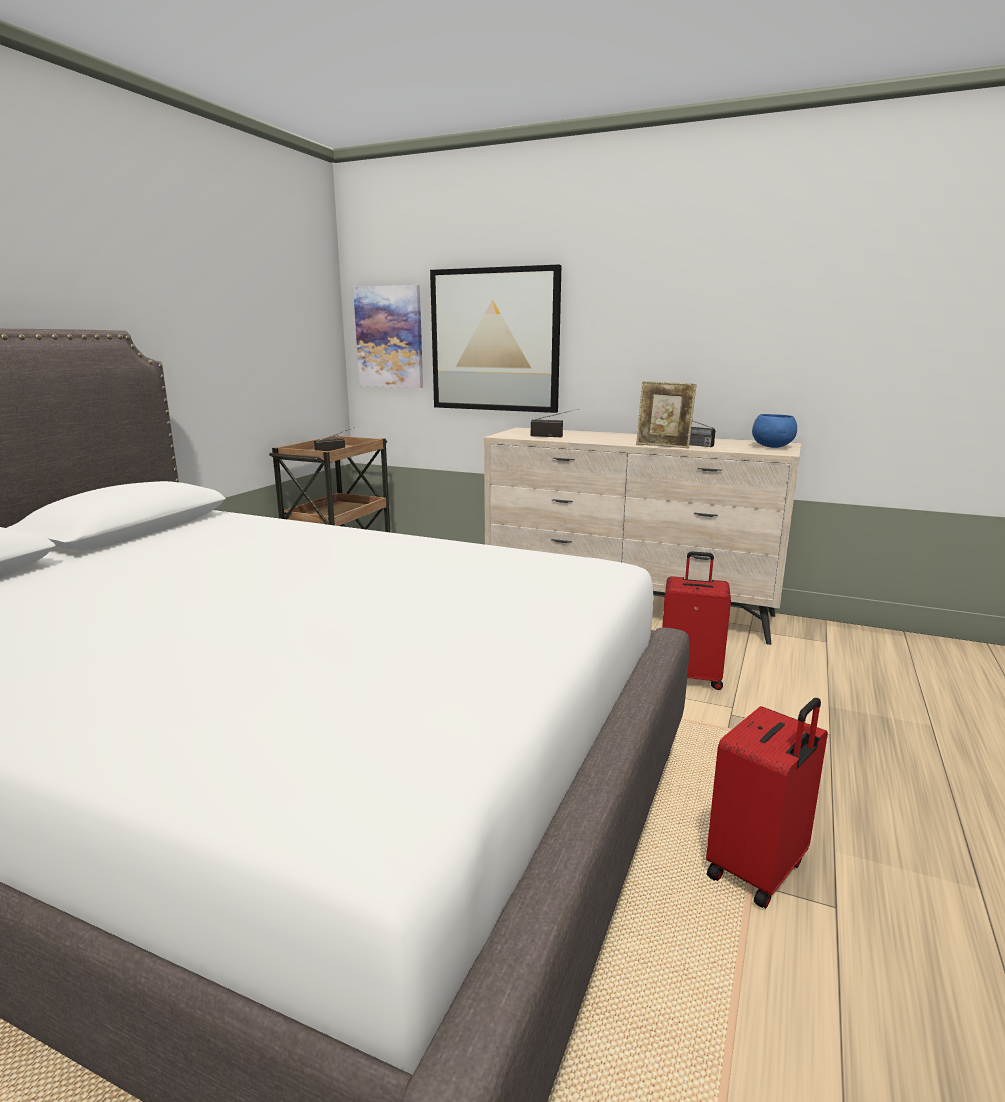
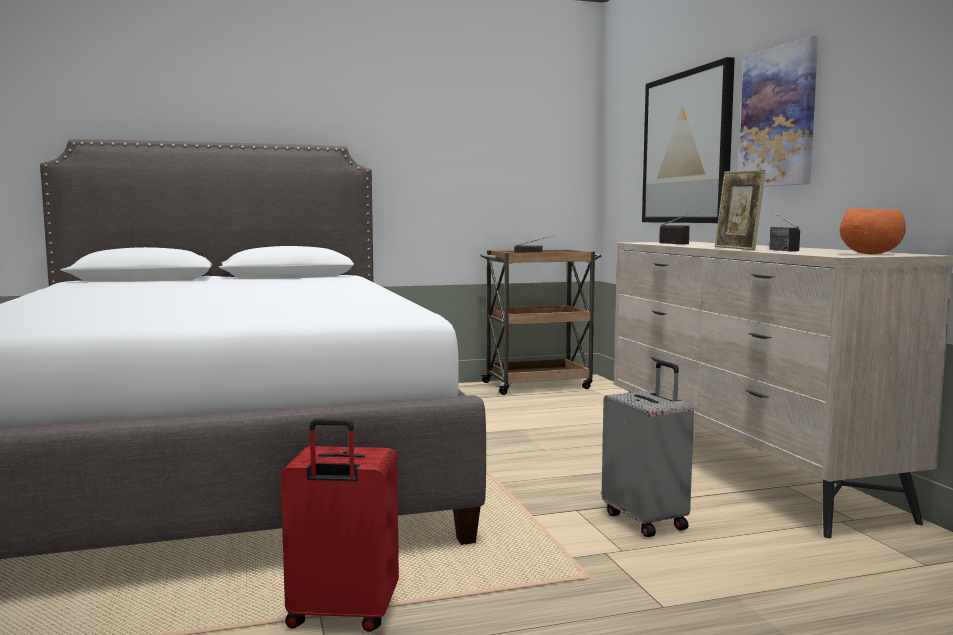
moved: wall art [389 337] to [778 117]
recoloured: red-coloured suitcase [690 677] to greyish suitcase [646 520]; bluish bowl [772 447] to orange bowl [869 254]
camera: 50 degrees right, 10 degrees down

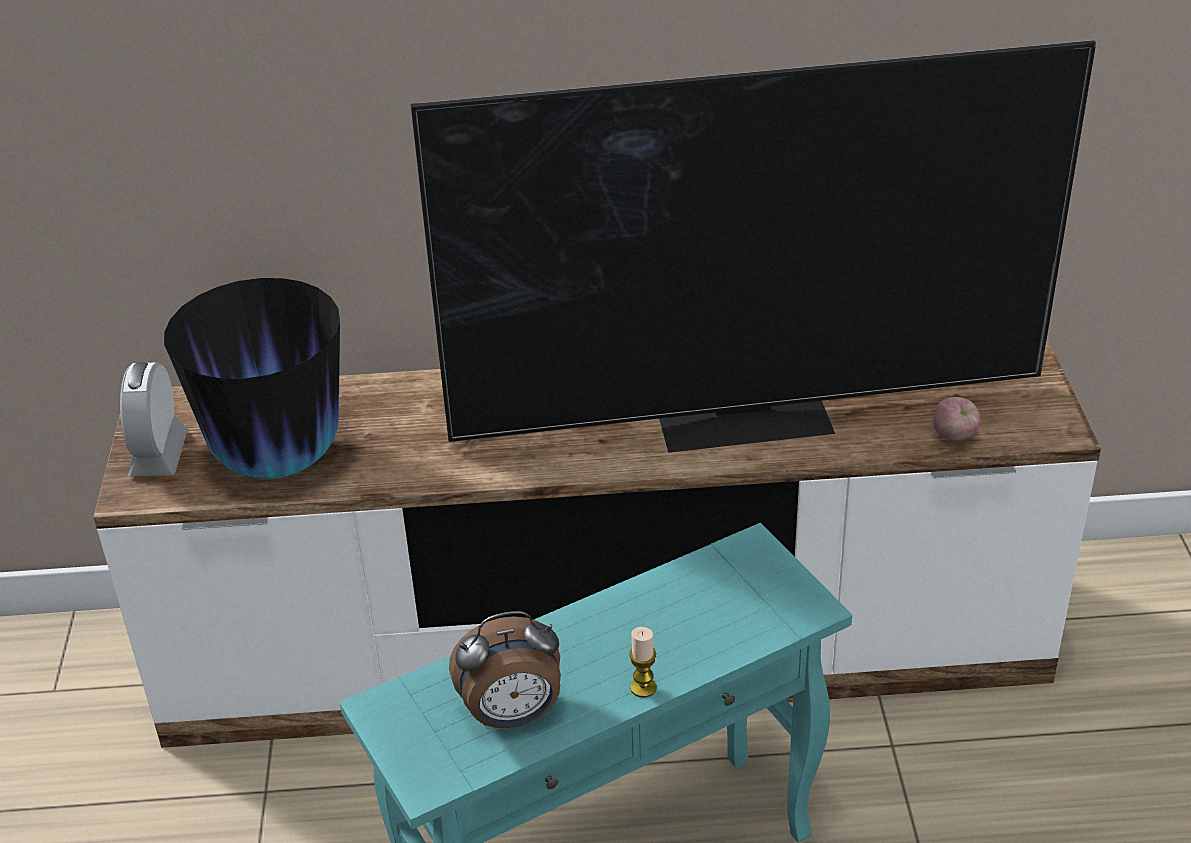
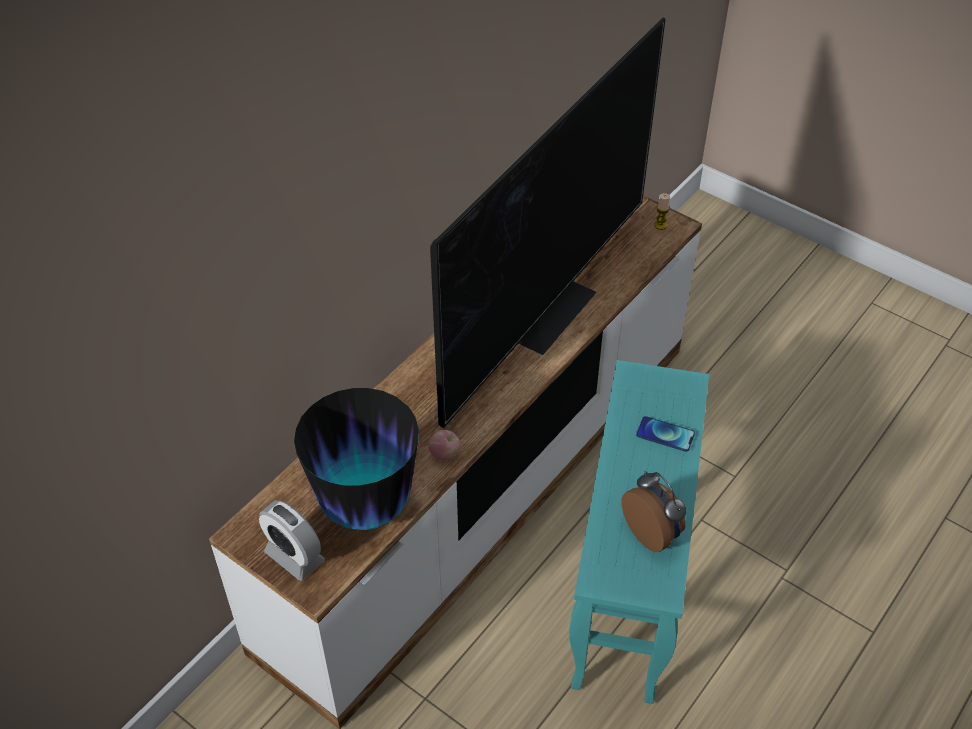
added: handset [665 435]
moved: wax candle [643 687] to [660 225]; whole apple [954 436] to [445 454]
turned: bedside clock [512 716] = [652 533] 60 degrees counterclockwise
camera: 50 degrees left, 10 degrees up

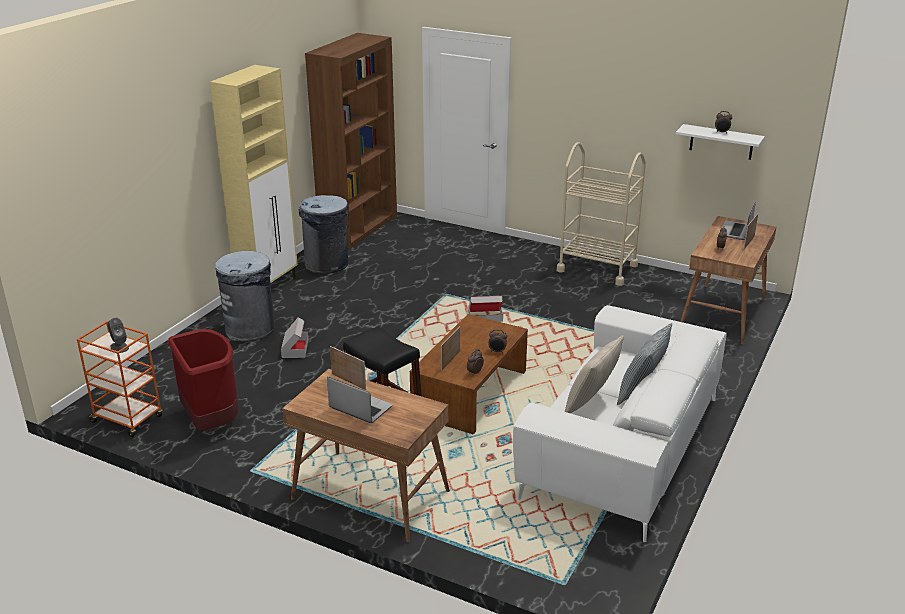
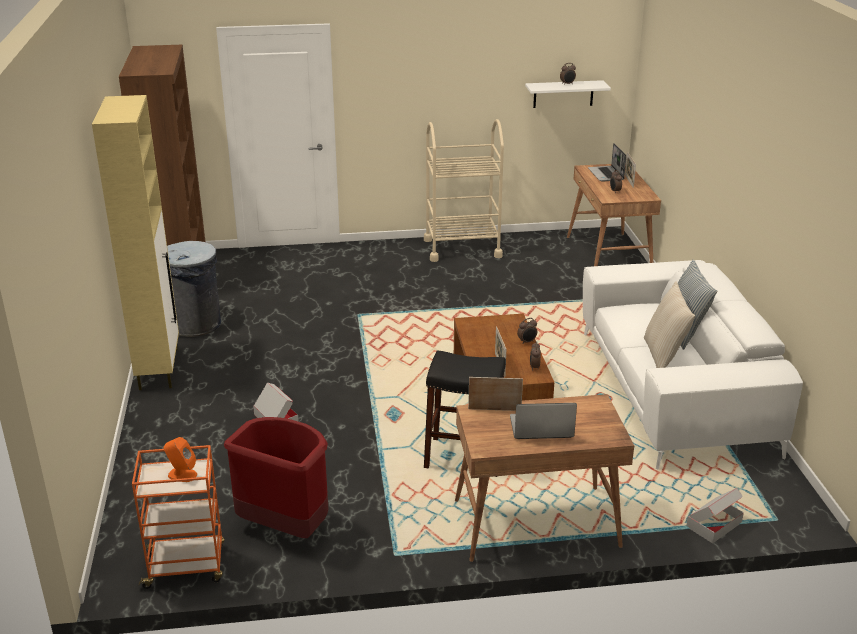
removed: greyish trash can [250 329]
moved: packing box [485 317] to [714 524]
recoloured: greyish speaker [119 347] to orange speaker [182 475]
camera: 35 degrees left, 0 degrees up

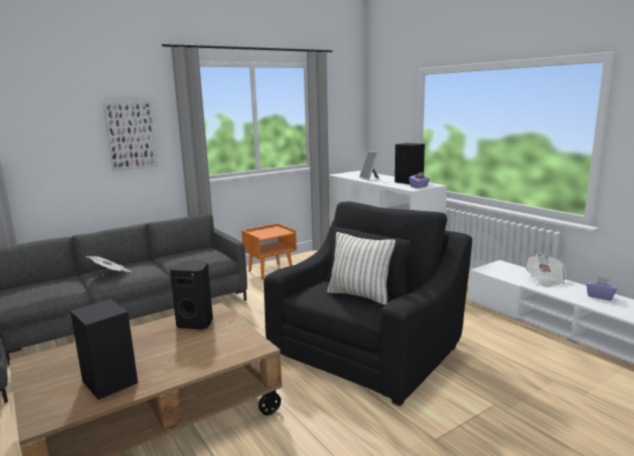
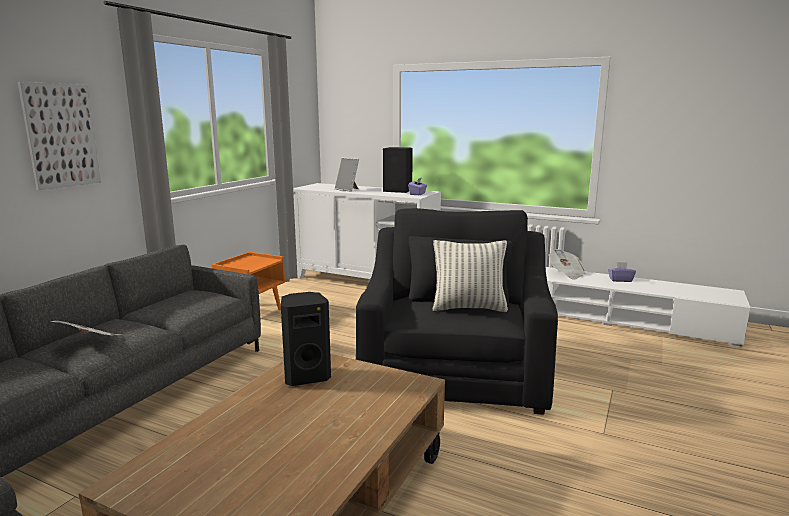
removed: black-coloured speaker [110 382]
camera: 30 degrees left, 0 degrees up

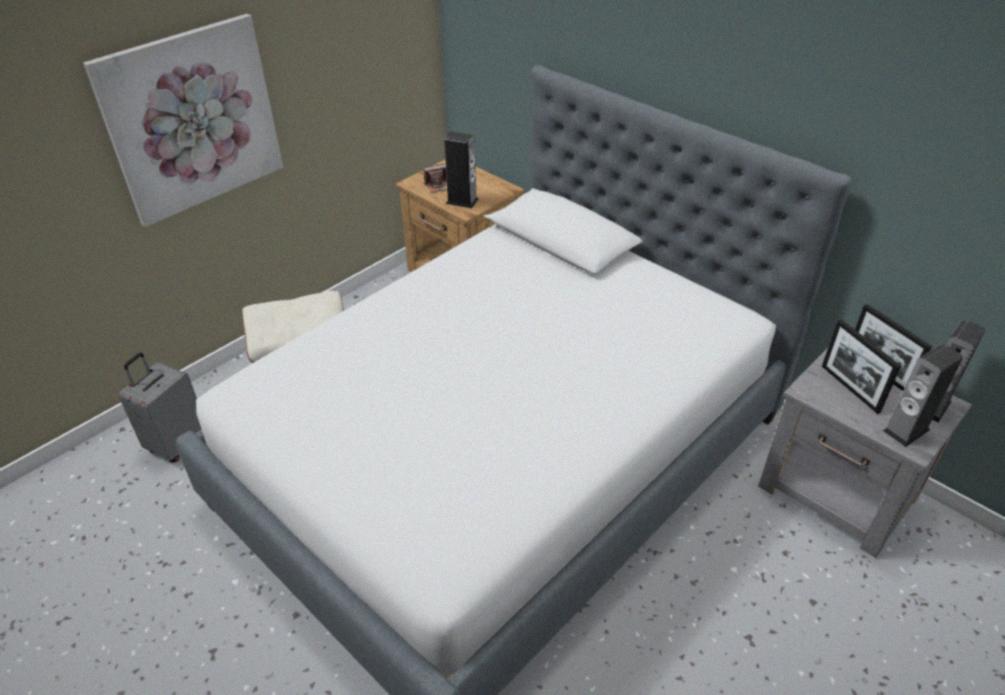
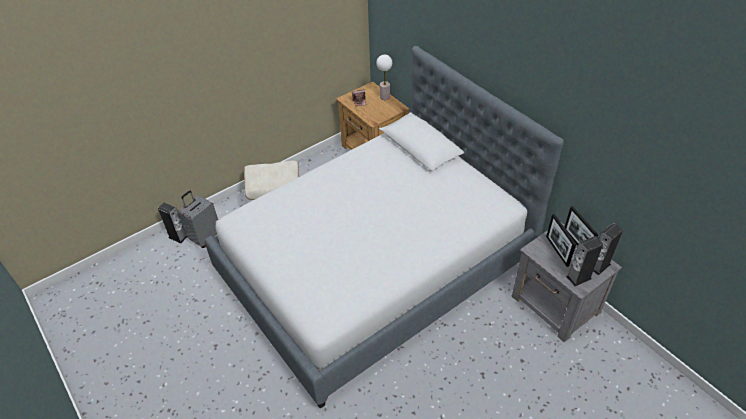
removed: wall art [193 120]
added: table lamp [385 97]
moved: speaker [462 201] to [178 236]
camera: 10 degrees right, 5 degrees up

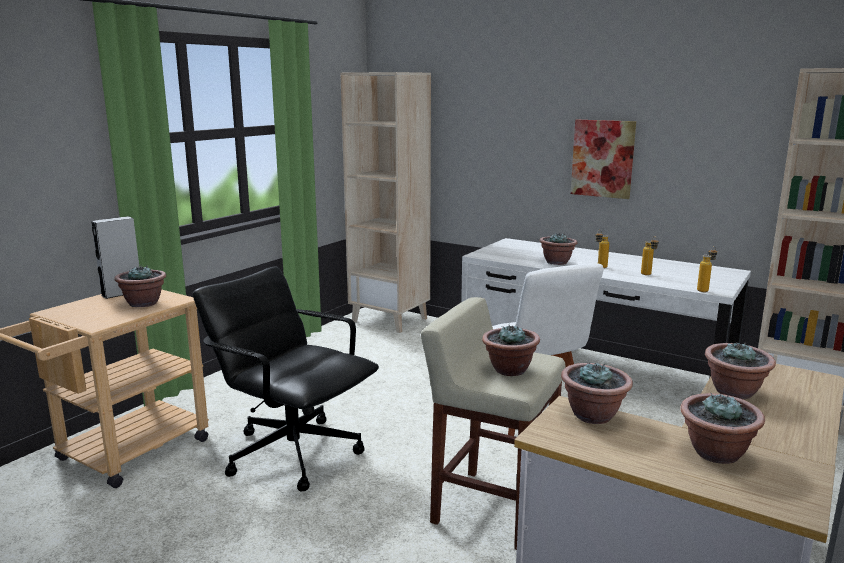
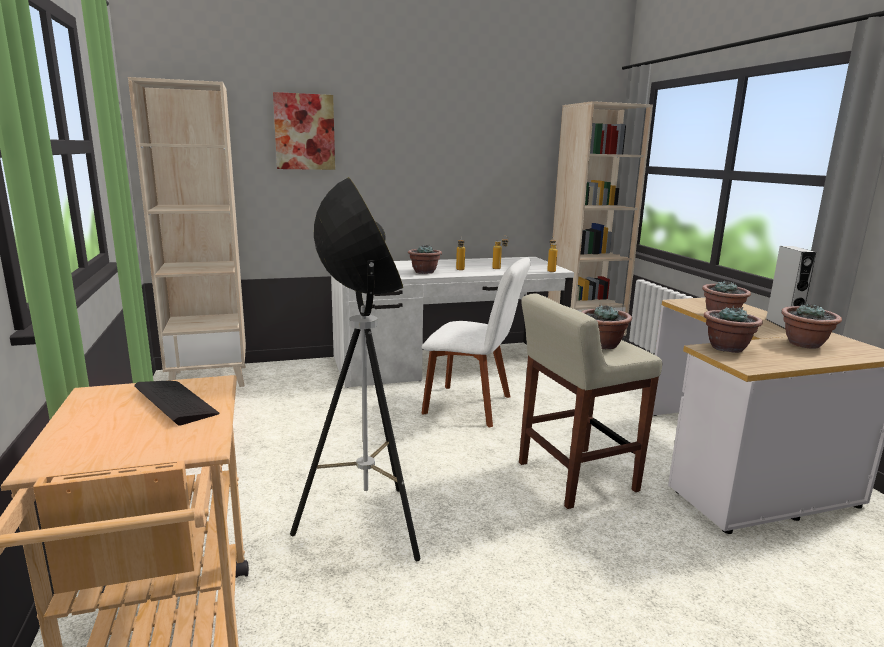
moved: greyish speaker [122 293] to [782 324]; wall art [602 158] to [304 132]
replaced: plant in a pot [143 303] to keyboard [176 402]; black-coloured desk chair [293 452] to standing lamp [365 527]
camera: 50 degrees left, 0 degrees up

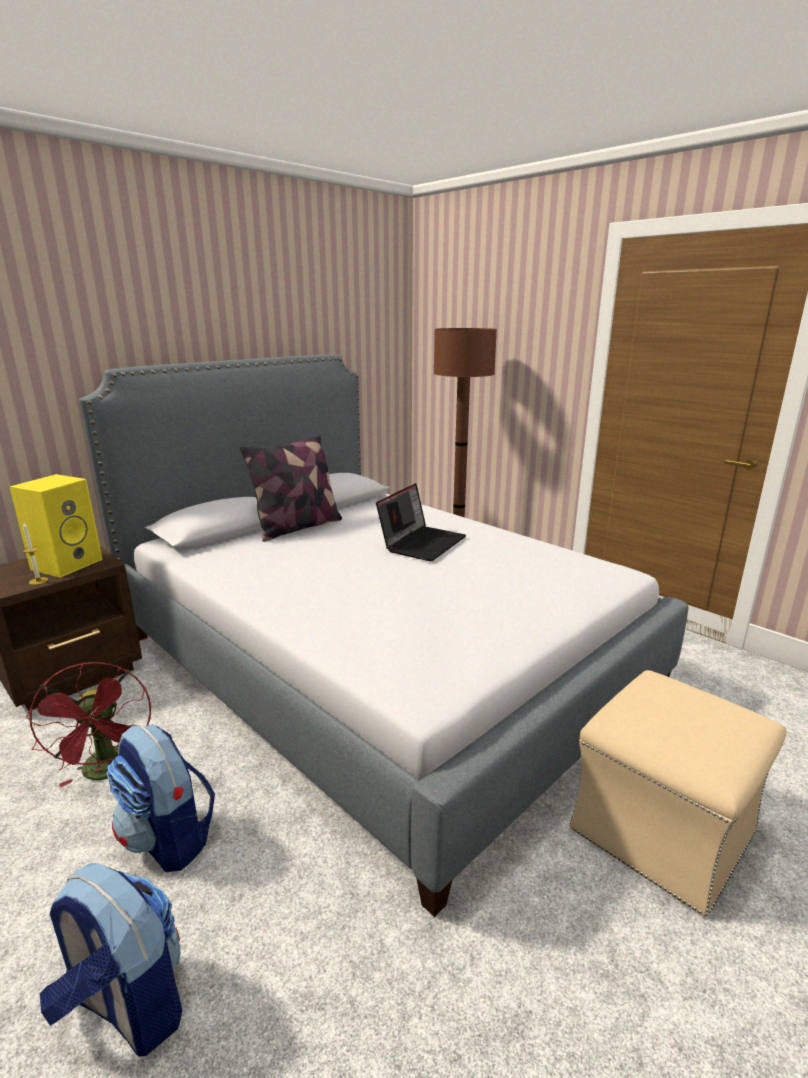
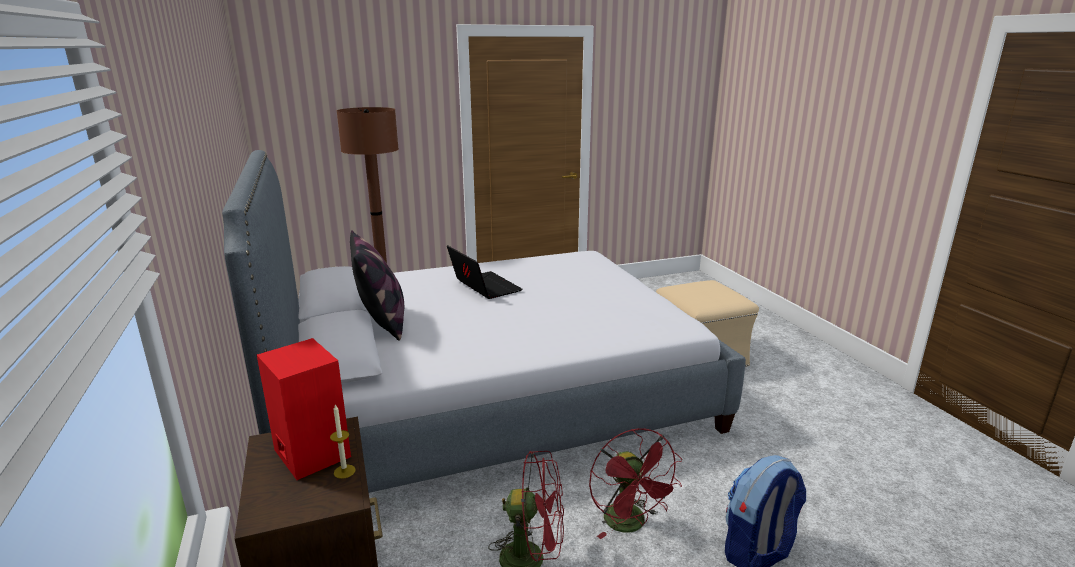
replaced: backpack [169 838] to red-coloured cooling fan [630 525]
recoloured: yellowish speaker [67 564] to red-coloured speaker [310 453]
camera: 65 degrees left, 0 degrees up

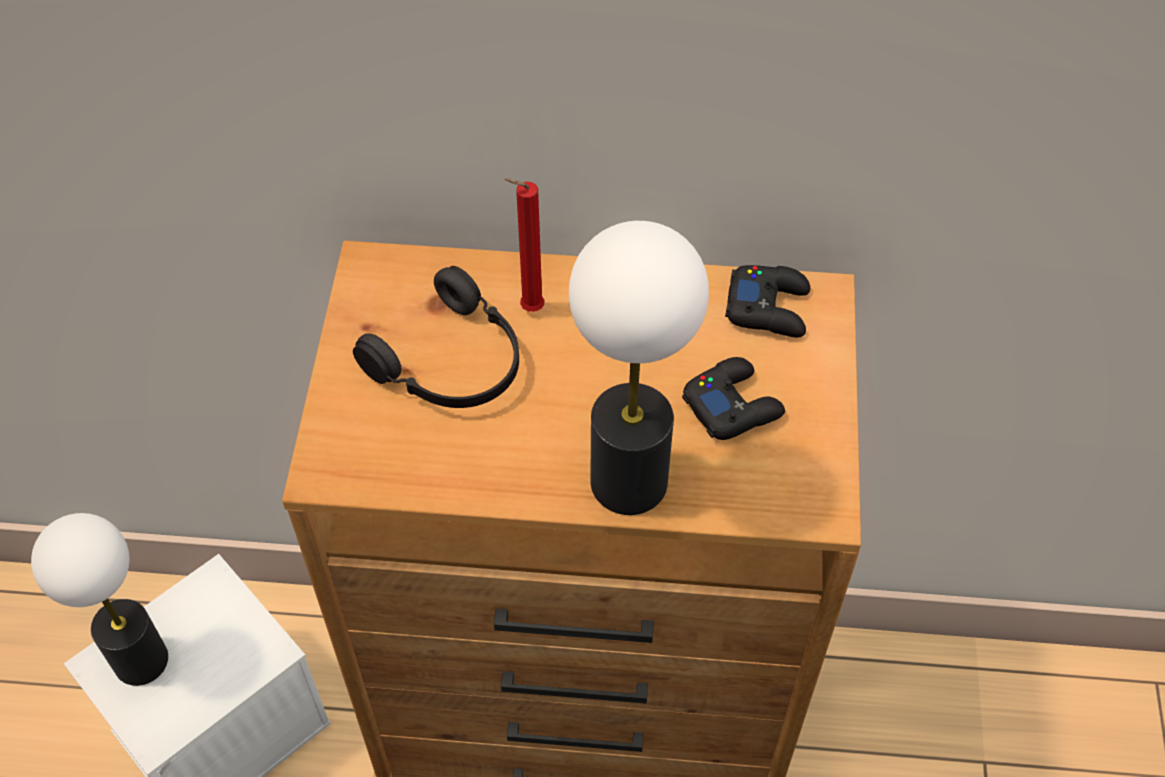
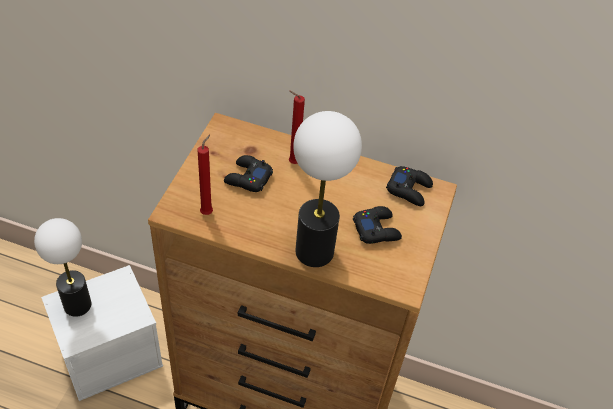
added: red-coloured wax candle [208 212]
replaced: black-coloured headphones [452 363] to black-coloured game controller [247 178]
camera: 10 degrees right, 5 degrees down

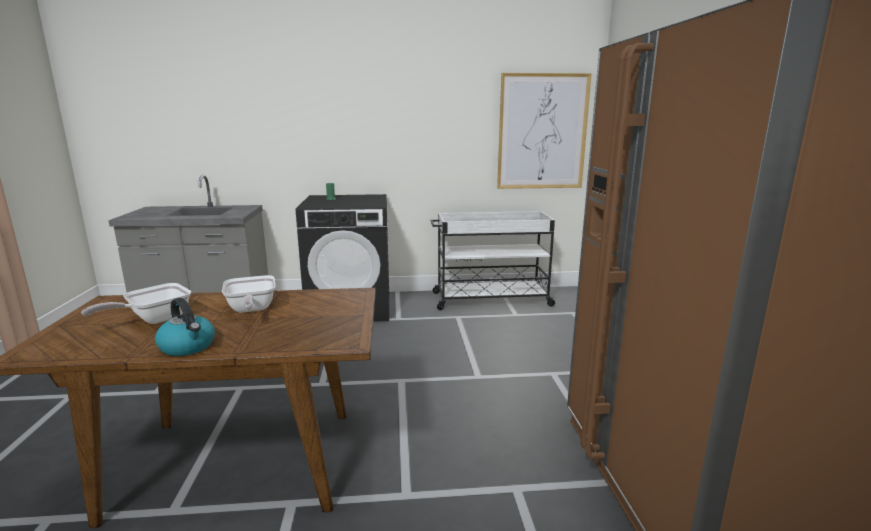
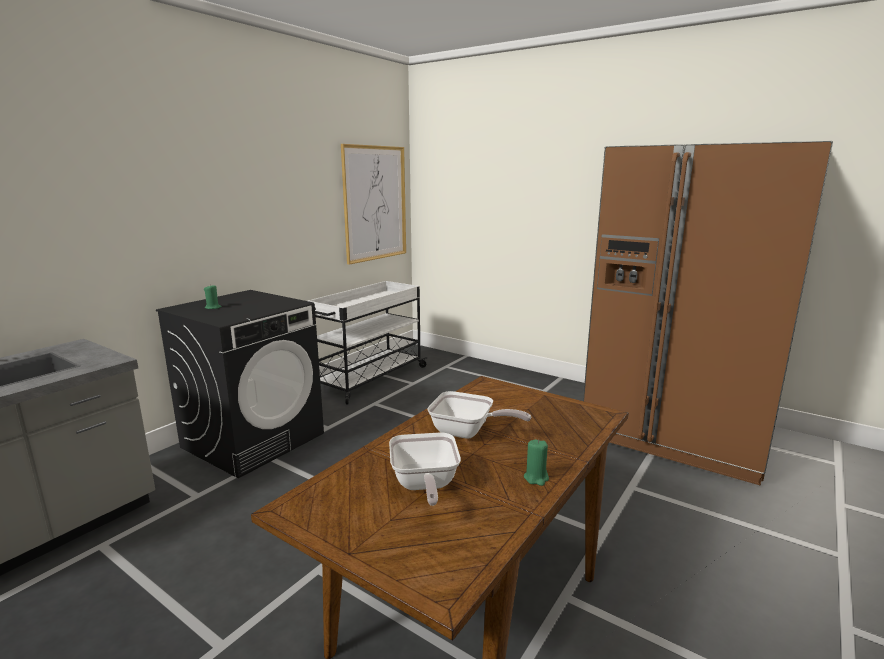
replaced: water kettle [188 347] to greenish wax candle [536 478]
camera: 50 degrees left, 0 degrees up

